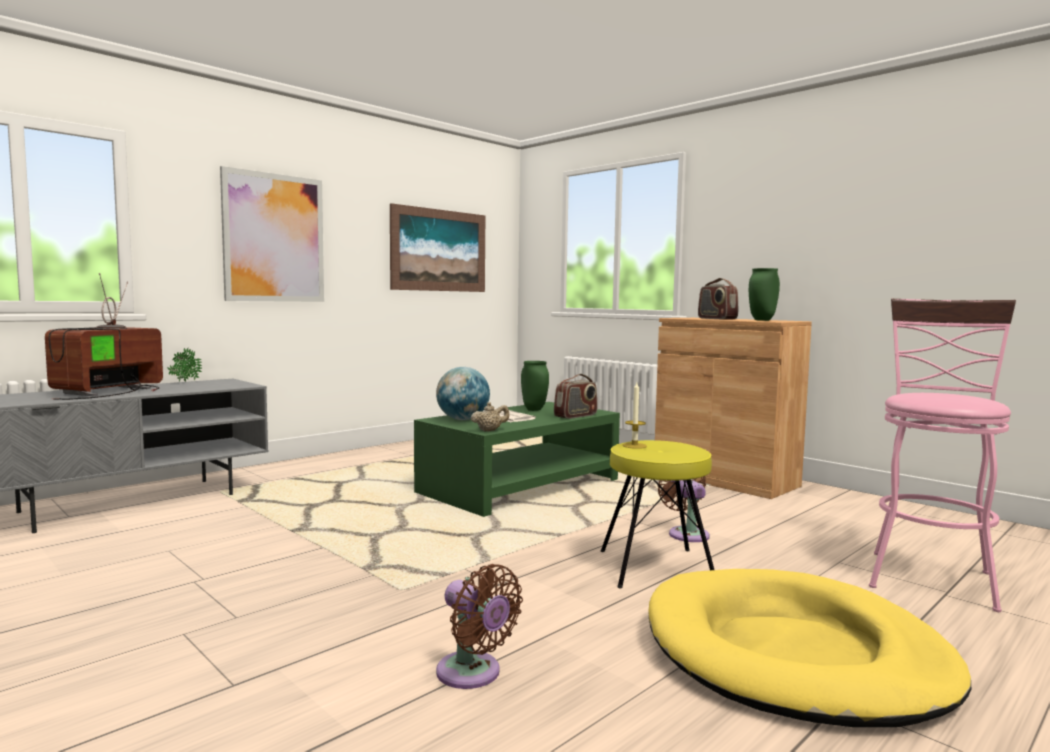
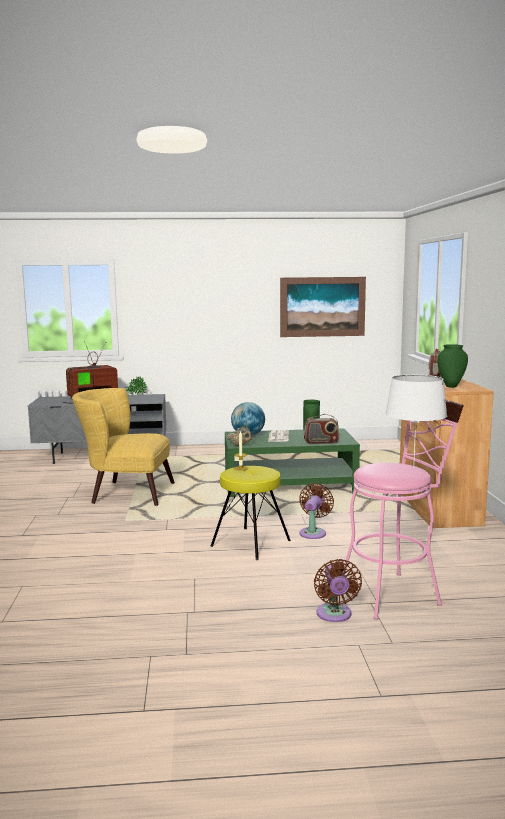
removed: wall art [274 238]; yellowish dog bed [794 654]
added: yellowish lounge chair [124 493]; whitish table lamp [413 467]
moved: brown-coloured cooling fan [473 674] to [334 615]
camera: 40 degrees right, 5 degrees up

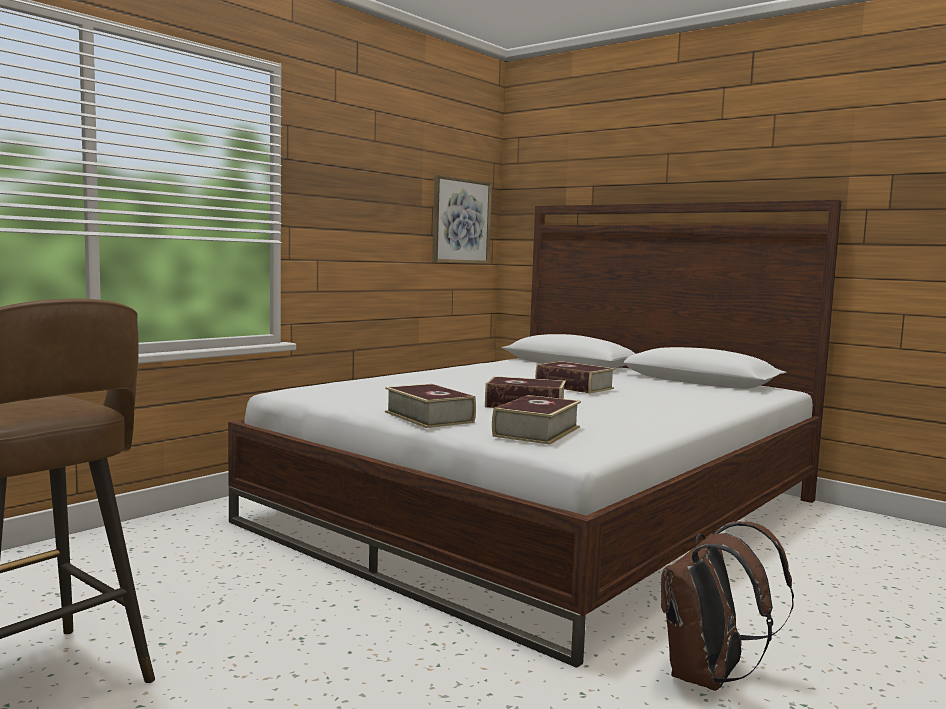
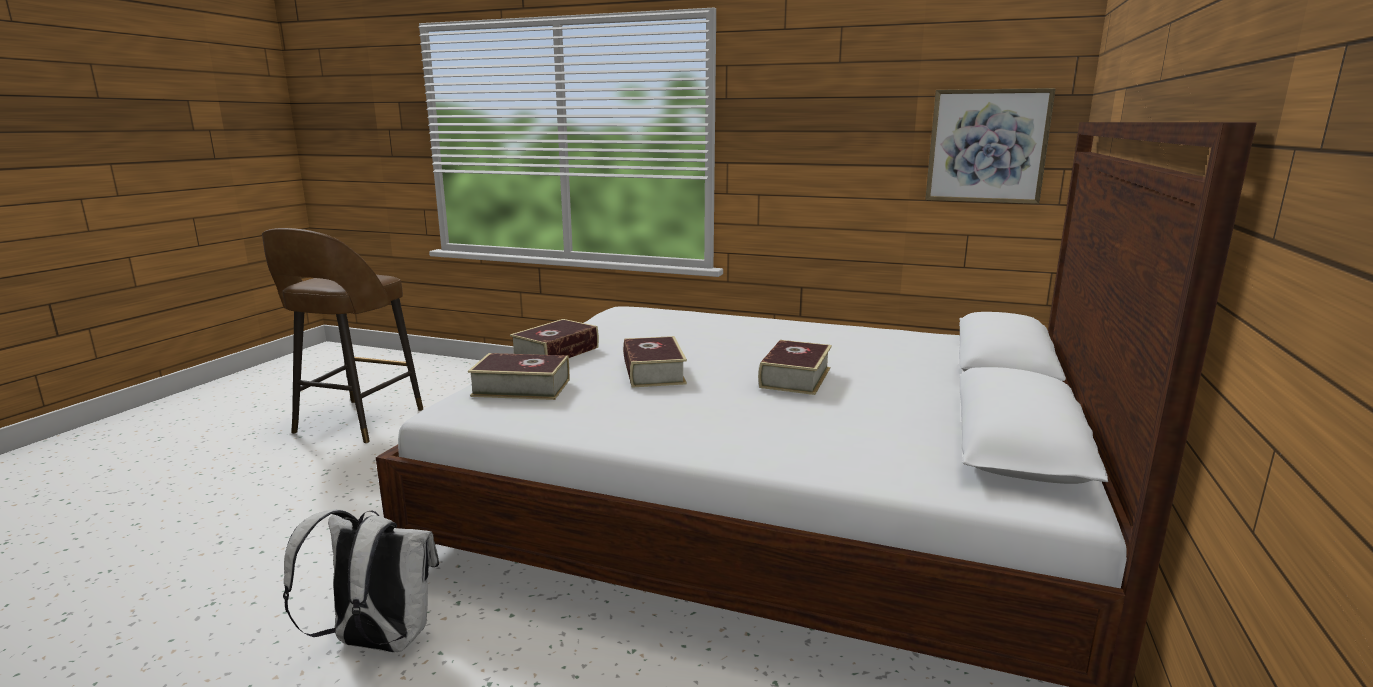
recoloured: brown-coloured backpack [709 678] to whitish backpack [377 642]
camera: 70 degrees right, 10 degrees up

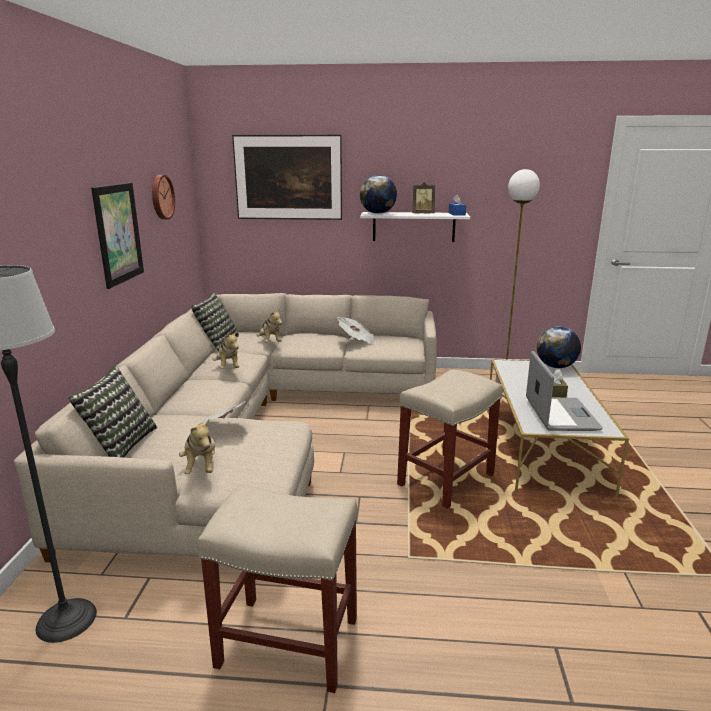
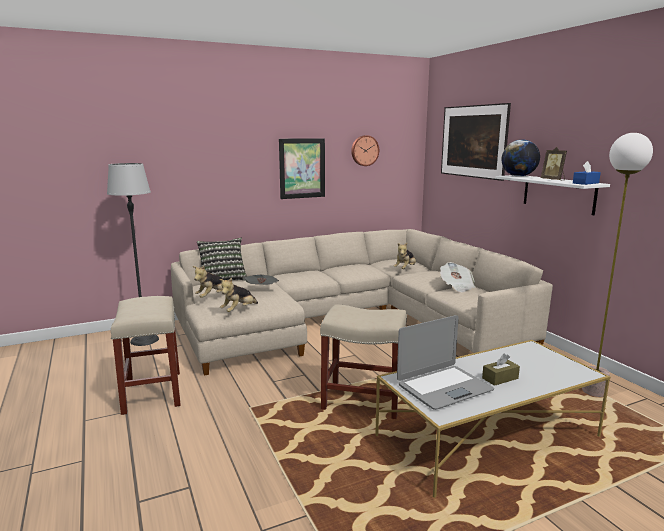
removed: throw pillow [217 343]; desk globe [556 366]
moved: plush toy [228 367] to [239 310]
camera: 60 degrees right, 5 degrees down

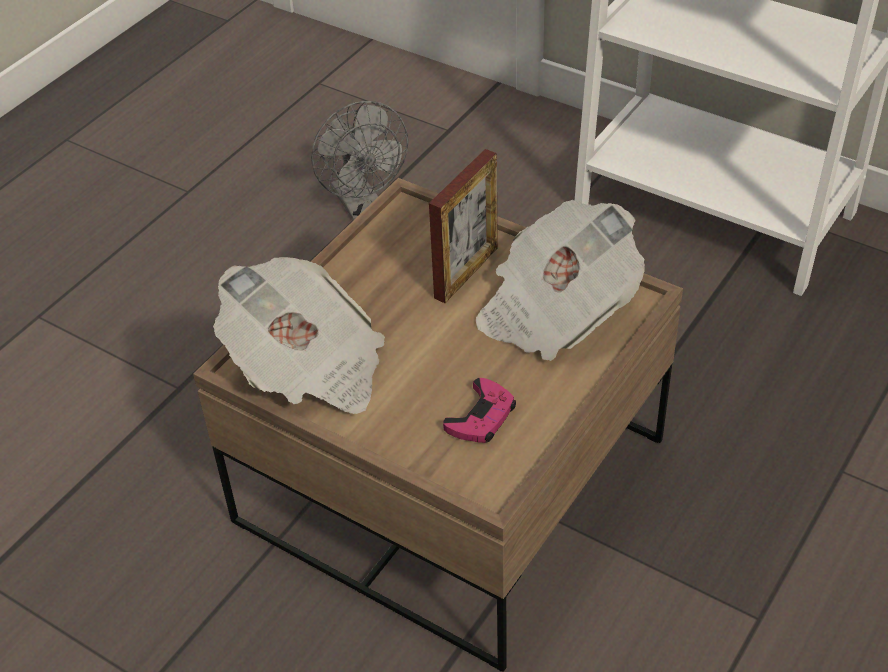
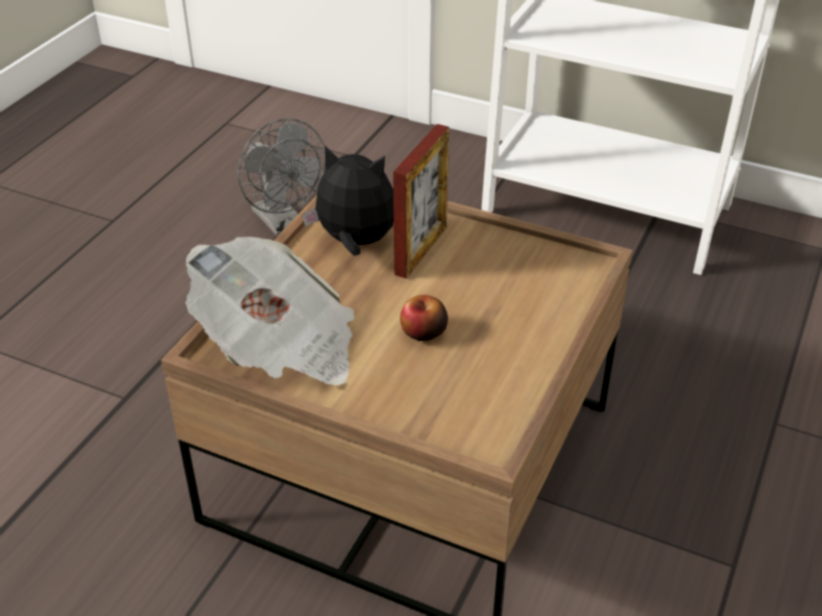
removed: pinkish game controller [481 417]; daily paper [555 311]
added: plush toy [355 243]; whole apple [423 332]
camera: 10 degrees left, 5 degrees down

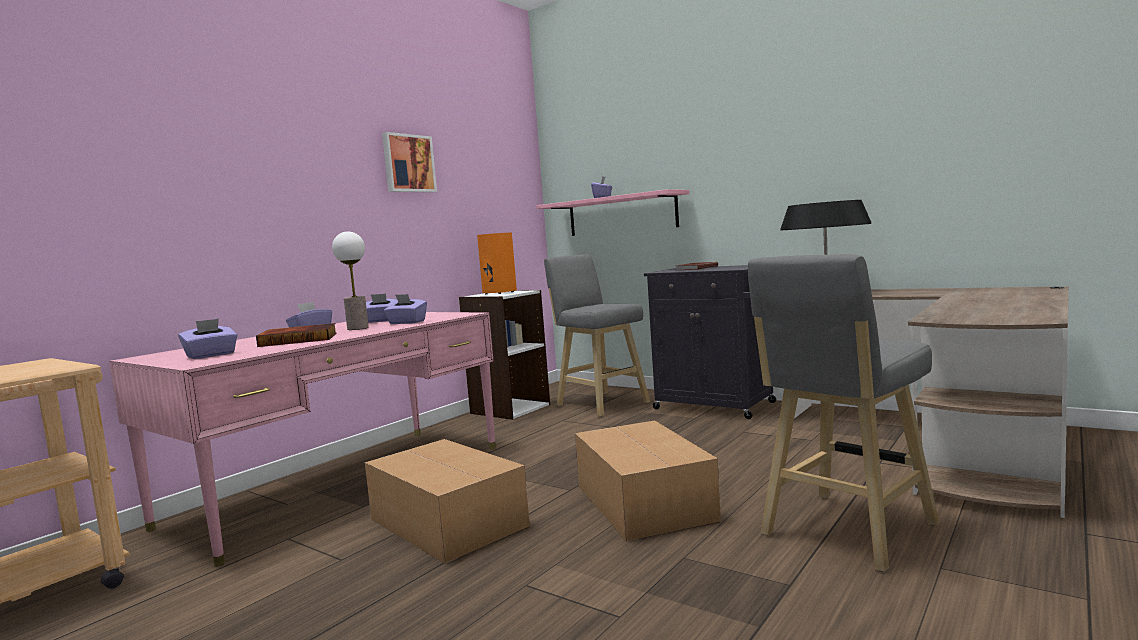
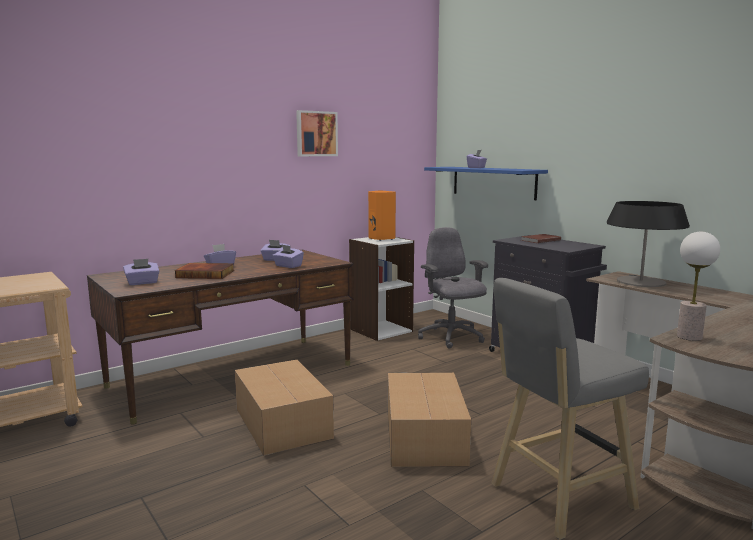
moved: table lamp [357 328] to [689 337]
replaced: greyish sitting stool [600 403] to greyish desk chair [451 338]
recoloured: pinkish desk [341 484] to brown-coloured desk [233 375]; pinkish bracket shelf [621 214] to bluish bracket shelf [493 182]
camera: 15 degrees right, 5 degrees up

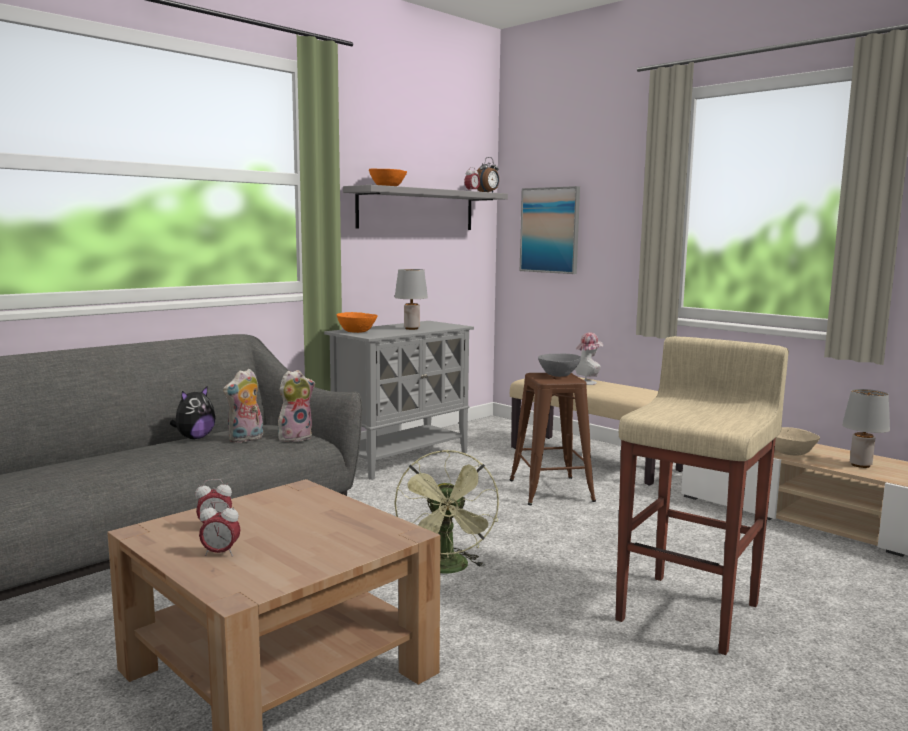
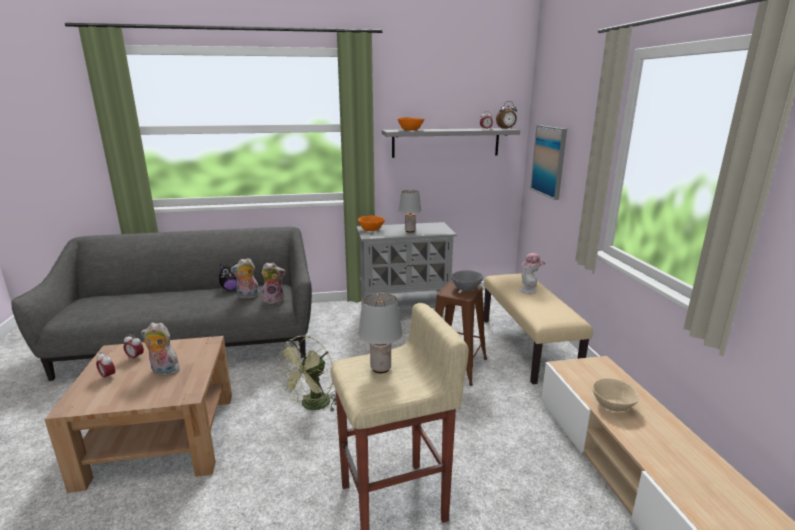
added: plush toy [163 371]
moved: greyish table lamp [861 465] to [381 368]
camera: 35 degrees right, 10 degrees up

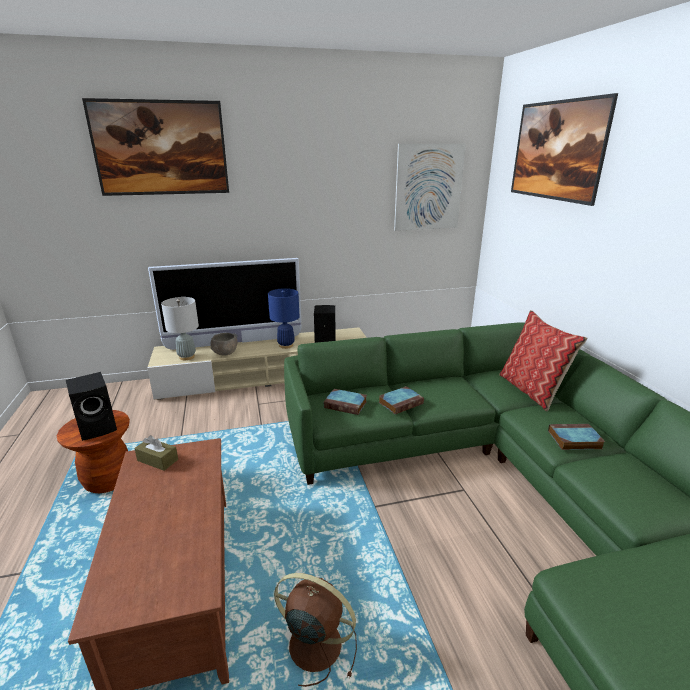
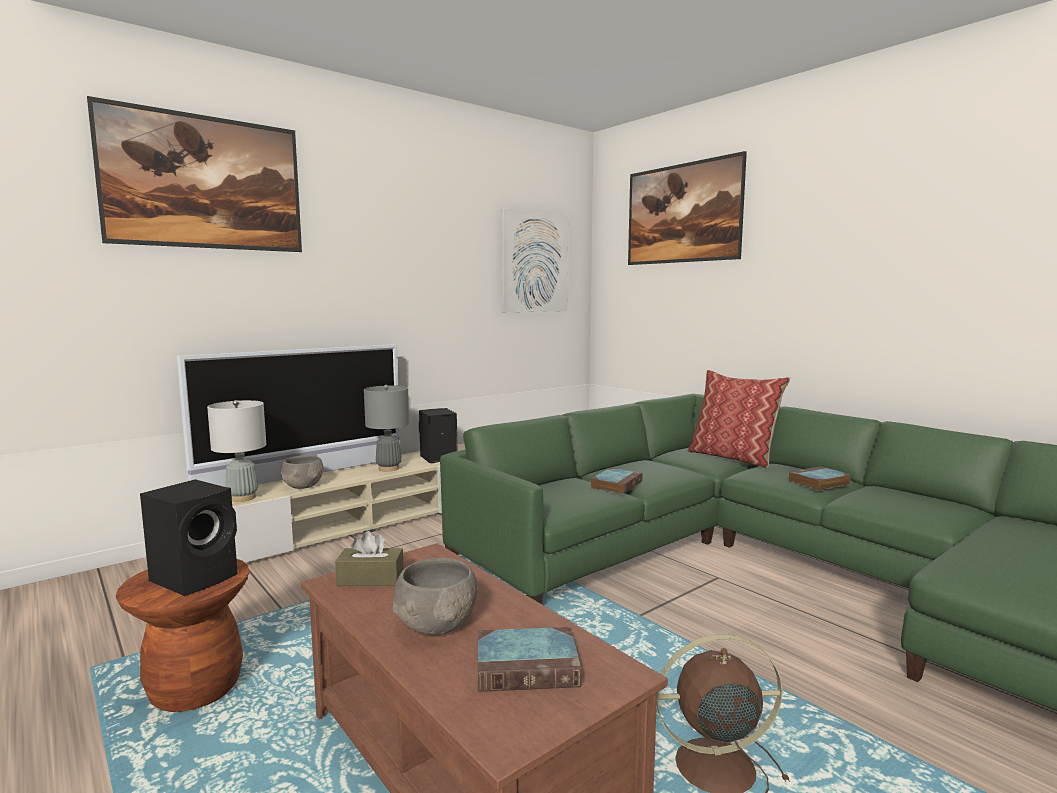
added: greyish bowl [437 625]
moved: volume [346 404] to [529 666]
recoloured: bluish table lamp [286 345] to greyish table lamp [389 468]
camera: 25 degrees left, 15 degrees down

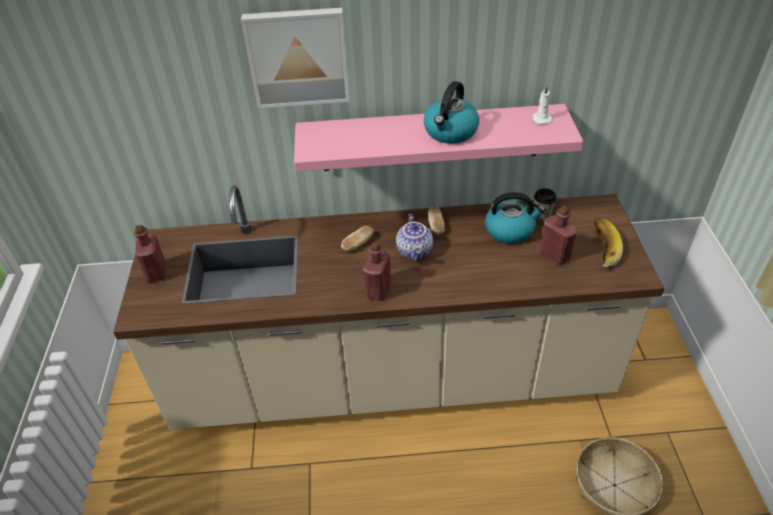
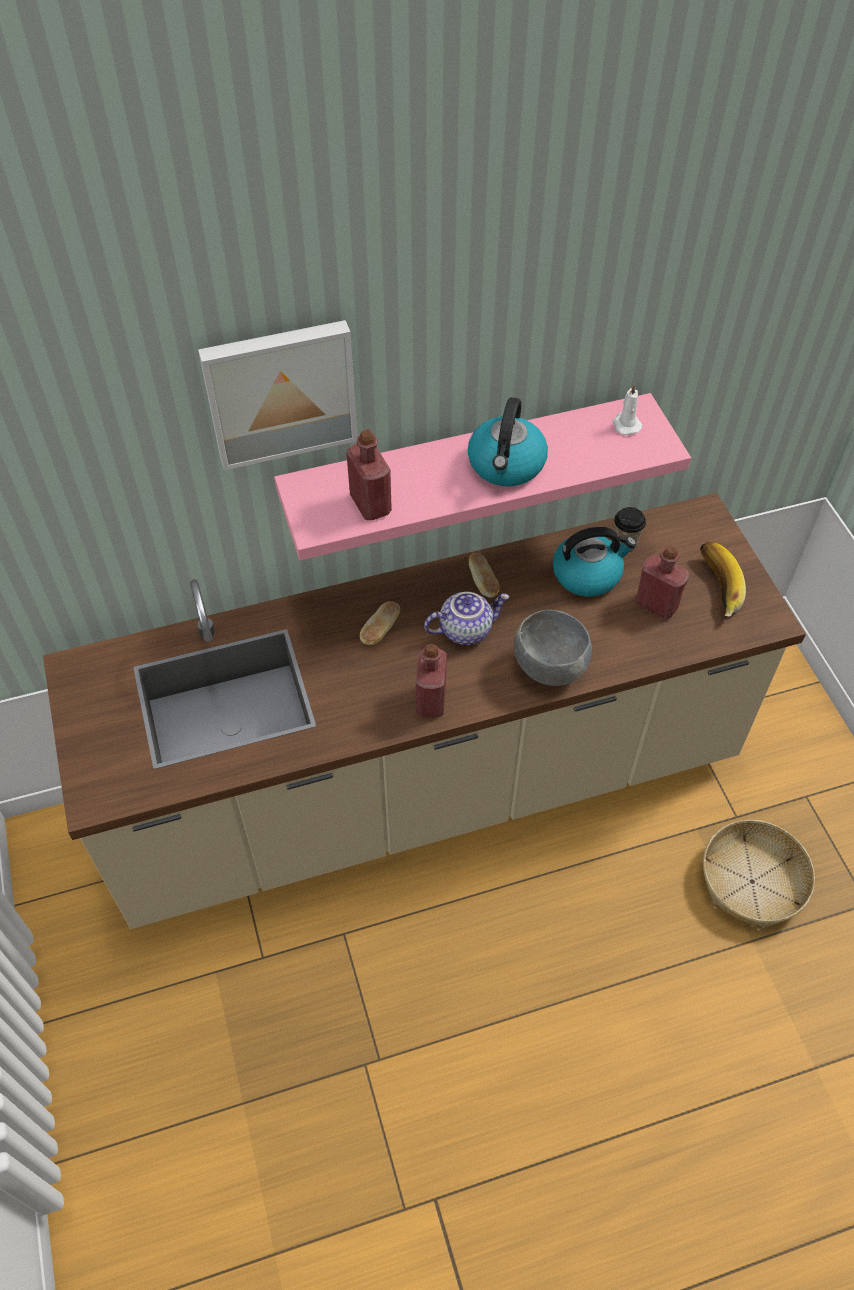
added: greyish bowl [549 669]
moved: red-coloured beverage bottle [156 272] to [370 504]
turned: teapot [415 251] = [465 629] 90 degrees counterclockwise
camera: 15 degrees left, 10 degrees up

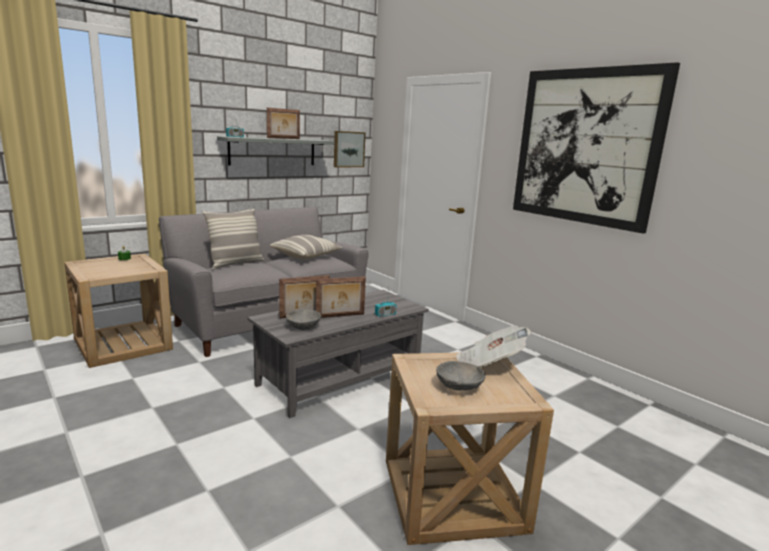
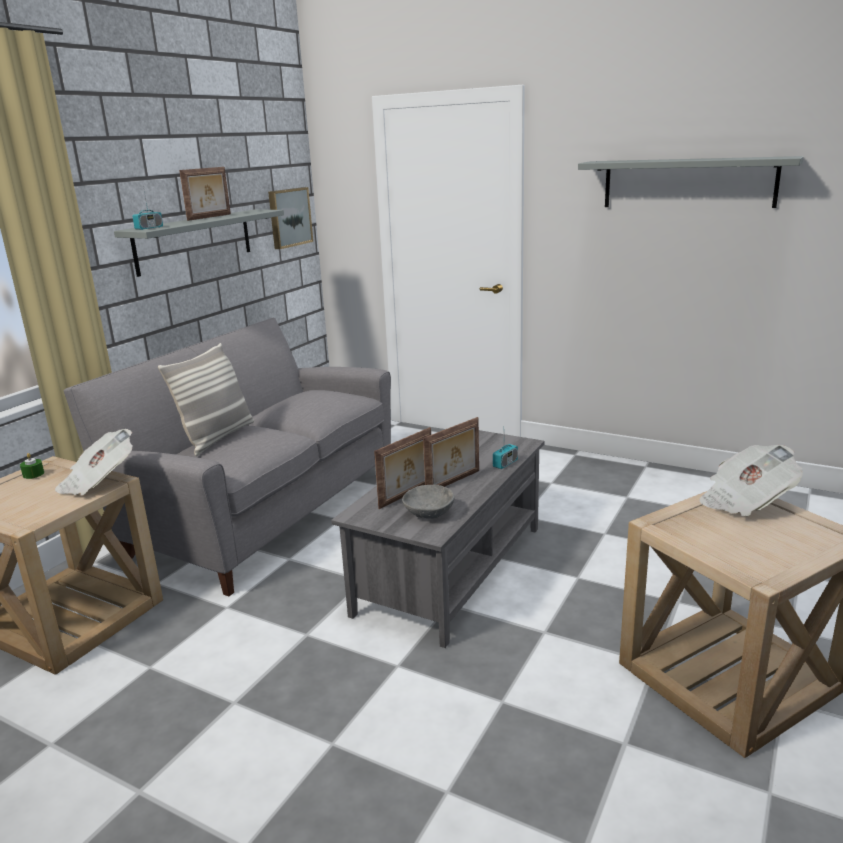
removed: throw pillow [306 256]; greyish bowl [459 388]
added: daily paper [98 482]
replaced: wall art [585 147] to greyish bracket shelf [688 183]
camera: 20 degrees left, 5 degrees up

